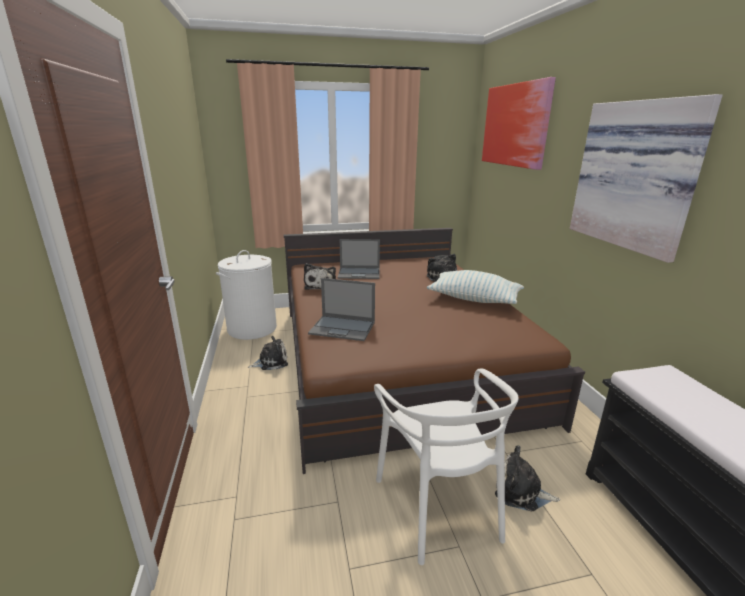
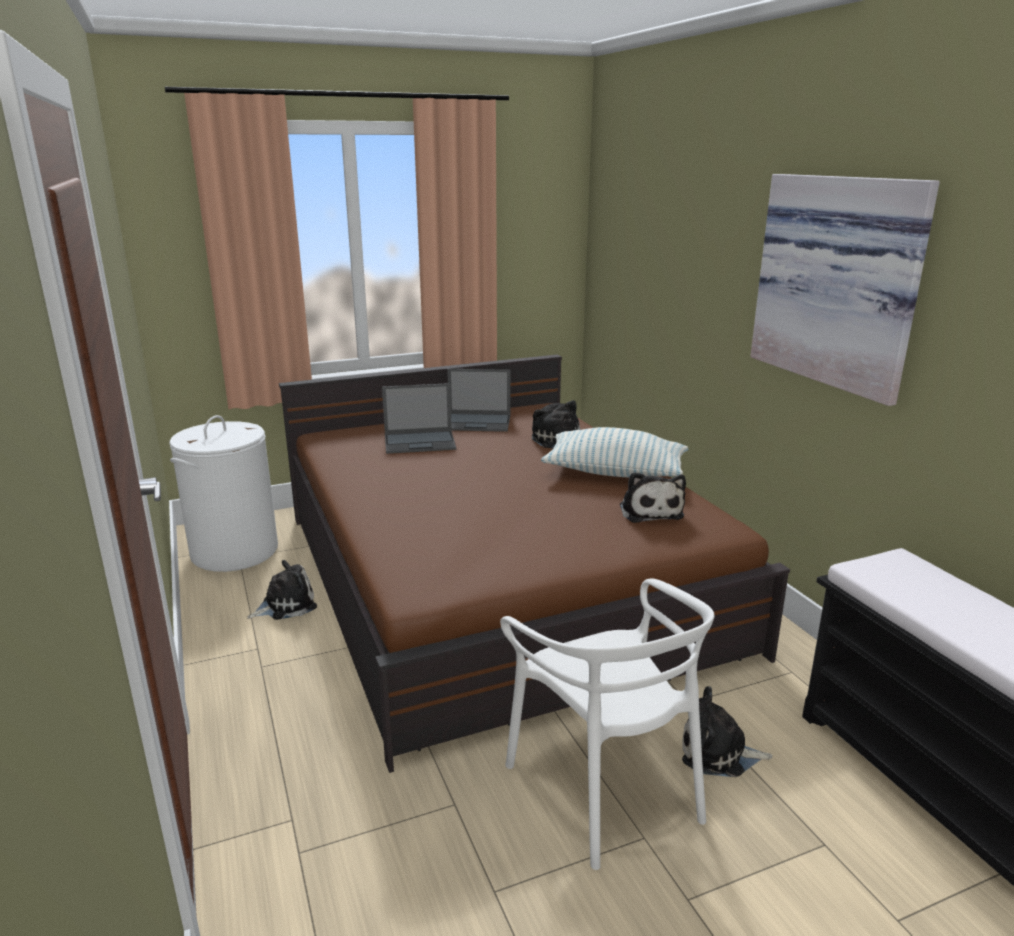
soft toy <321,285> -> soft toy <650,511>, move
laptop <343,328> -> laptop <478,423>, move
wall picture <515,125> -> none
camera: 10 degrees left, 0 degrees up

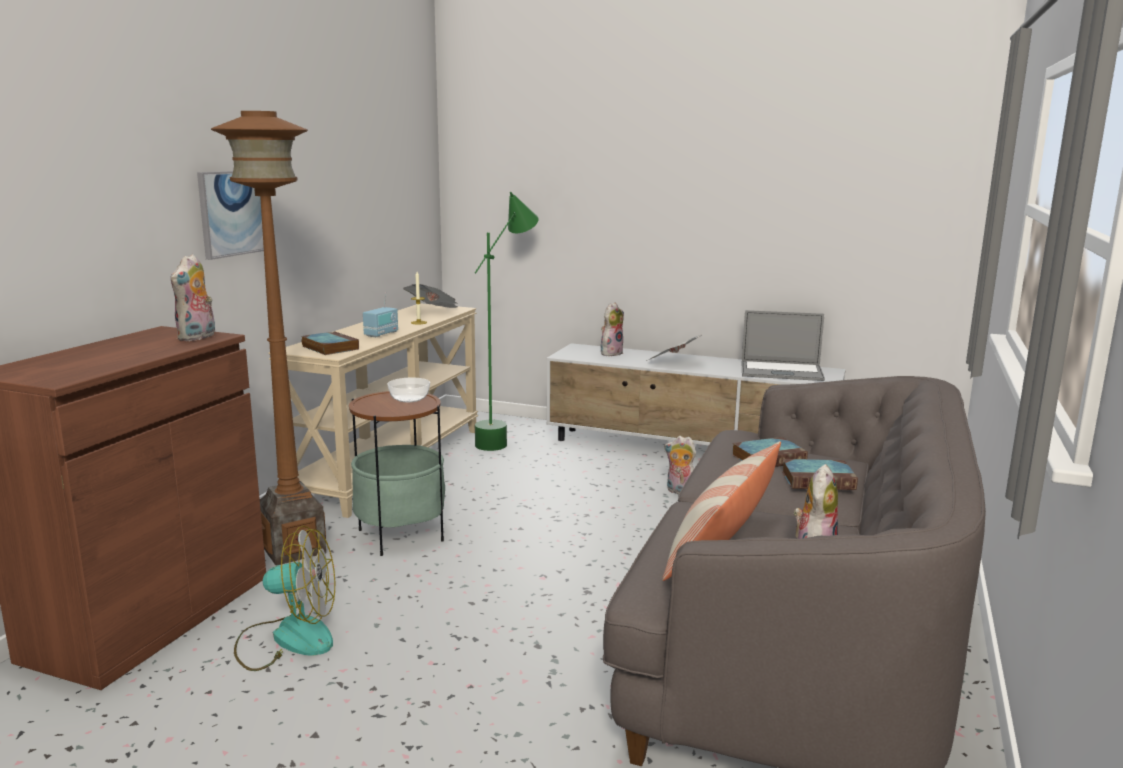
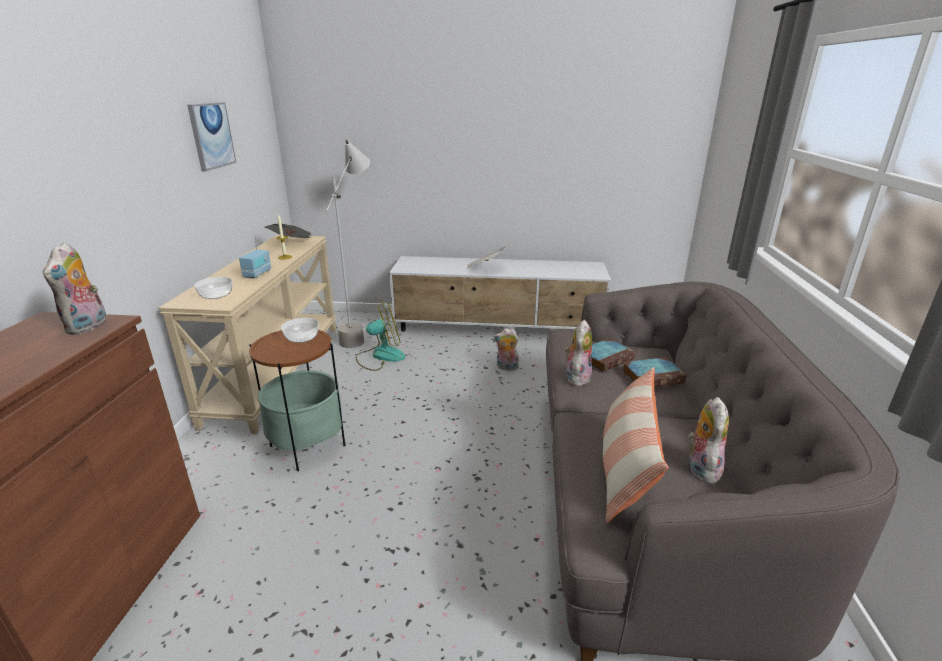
wall picture <231,213> -> wall picture <211,135>, move
brown floor lamp <294,549> -> none
fan <287,638> -> fan <380,356>, move
bound book <329,347> -> serving bowl <215,295>
greenish floor lamp <506,437> -> gray floor lamp <361,333>
soft toy <611,353> -> soft toy <576,377>, move
laptop <781,372> -> none
camera: 15 degrees left, 10 degrees up

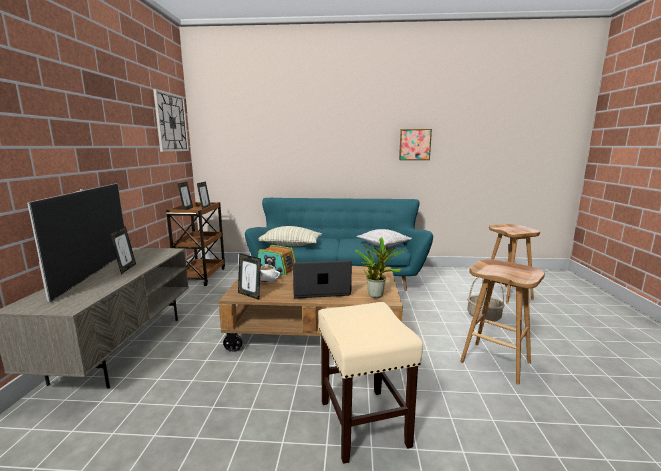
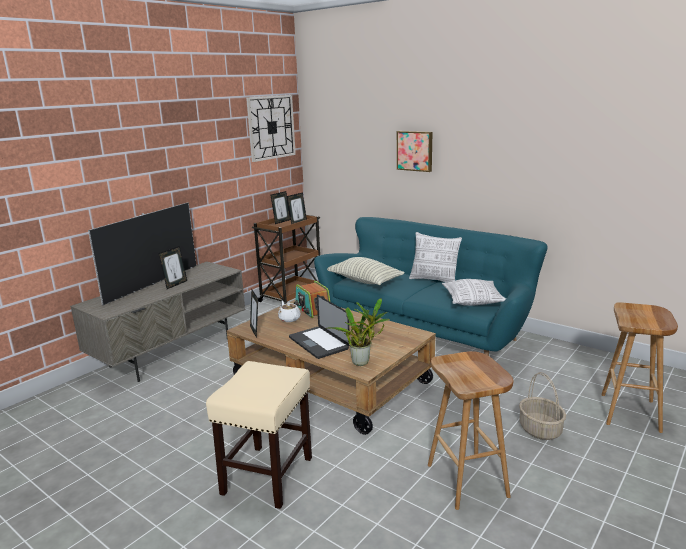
laptop <321,291> -> laptop <318,343>, 150 degrees counterclockwise
wall picture <414,144> -> wall picture <415,150>, move
none -> cushion <434,280>
camera: 35 degrees right, 5 degrees up

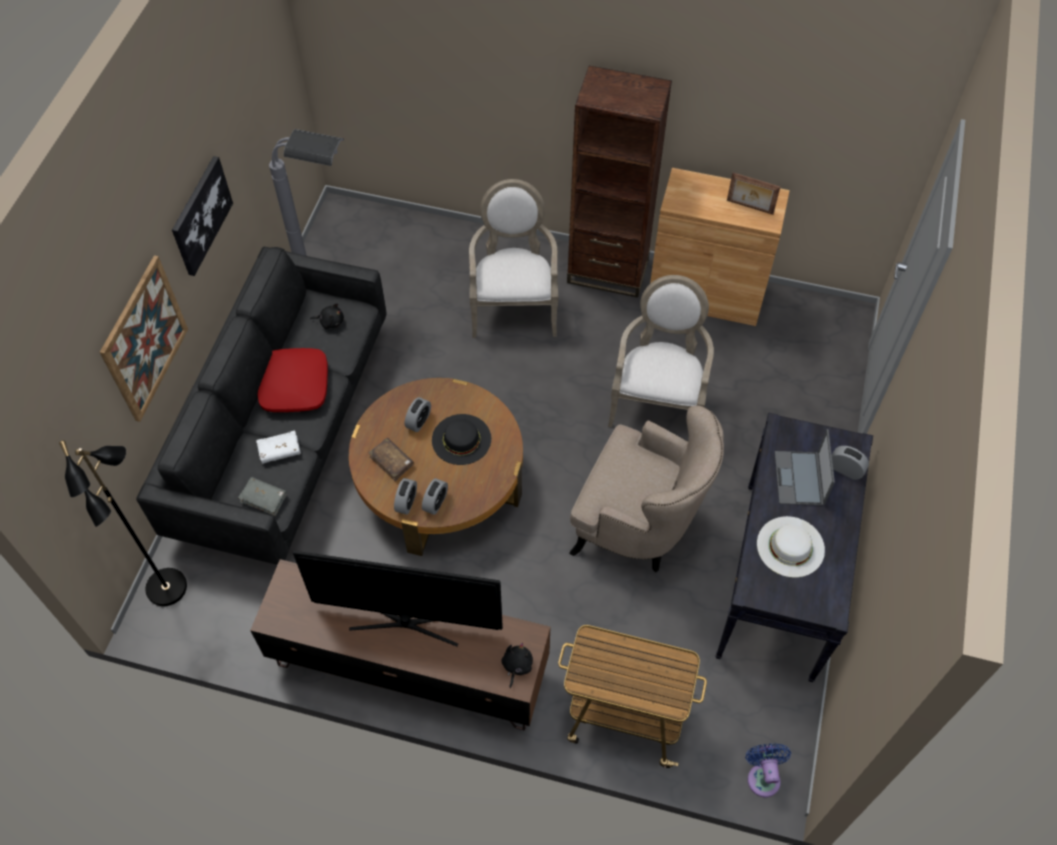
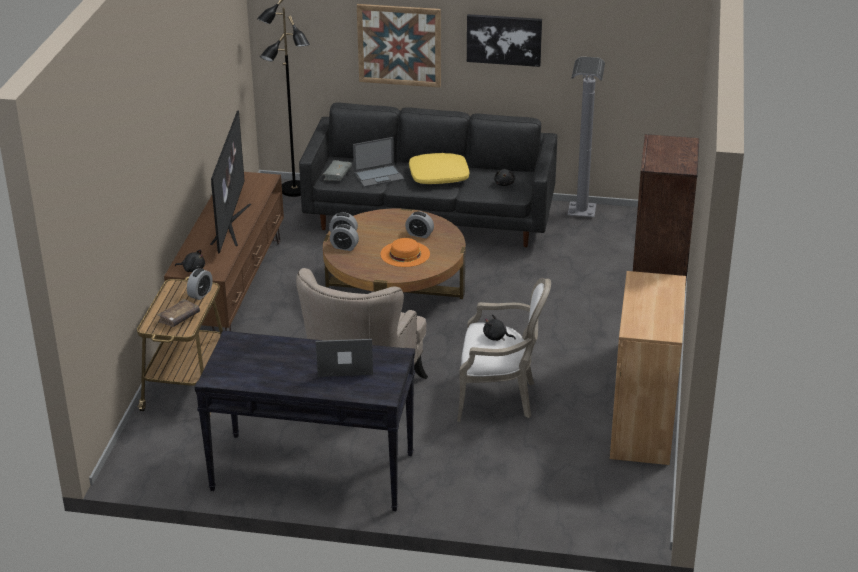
whitish bound book <279,450> -> laptop <379,176>
reddish cushion <294,386> -> yellow cushion <439,175>
brown bound book <392,462> -> brown bound book <179,318>, move
black-coloured clothing hat <461,439> -> orangey clothing hat <405,254>
easy chair <514,306> -> none
standing frame <749,207> -> none
blue fan <763,776> -> none
whitish clothing hat <790,546> -> none
bedside clock <845,469> -> bedside clock <200,294>, move
none -> black-coloured soft toy <496,337>
camera: 85 degrees right, 25 degrees down

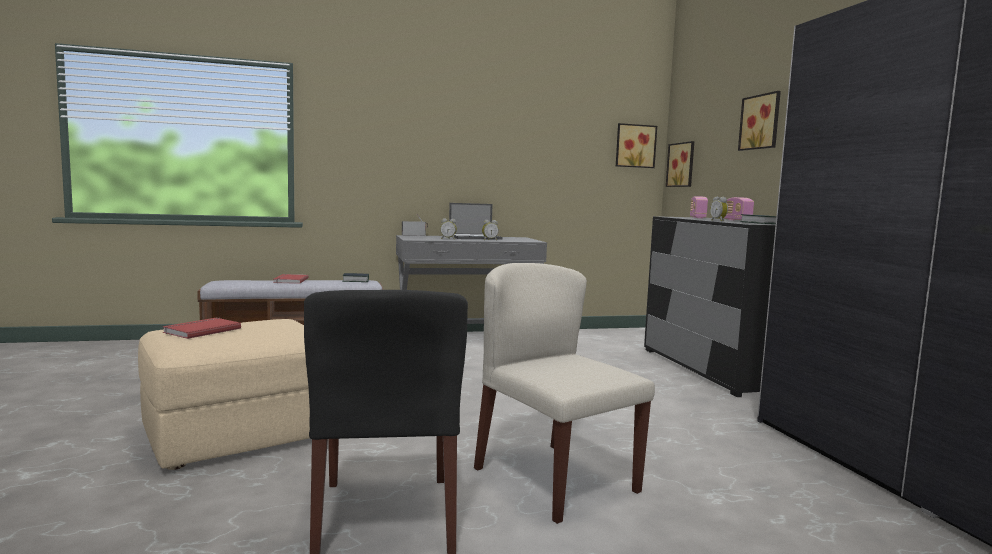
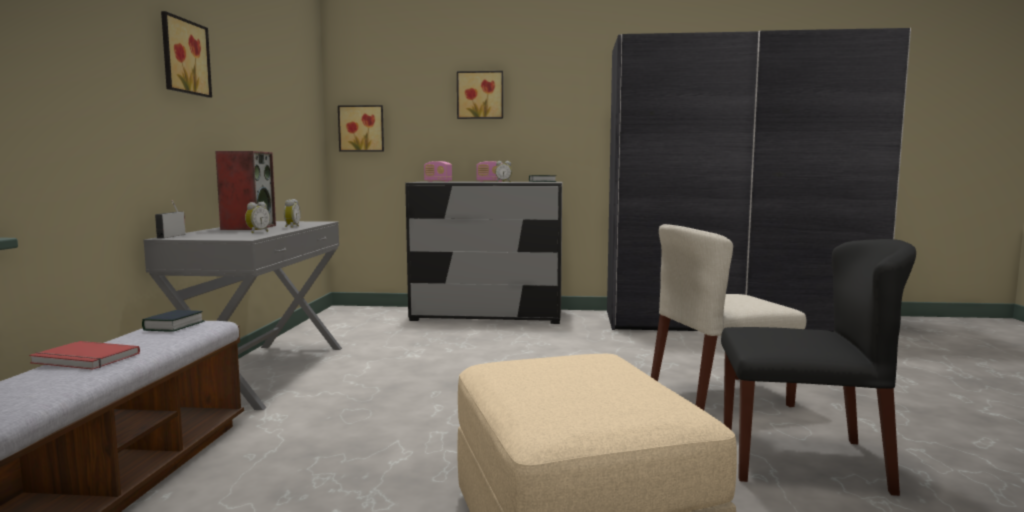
reddish bound book <201,330> -> none
laptop <475,237> -> loudspeaker <248,227>
wall picture <635,146> -> wall picture <183,57>, move
camera: 70 degrees left, 0 degrees up

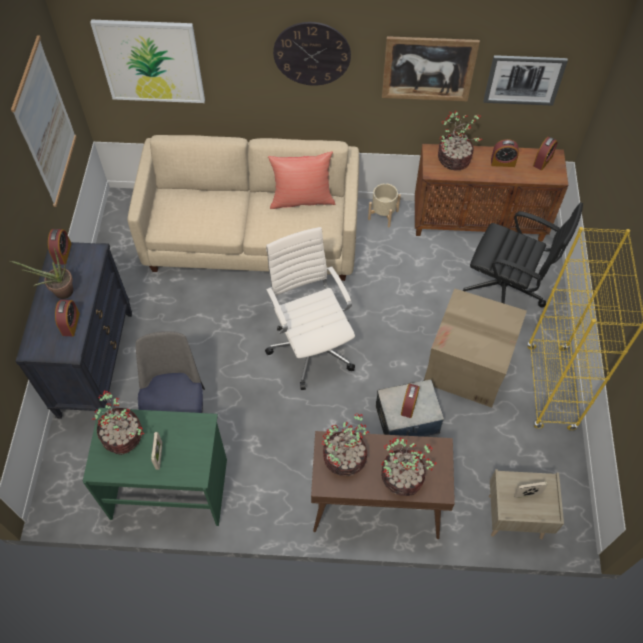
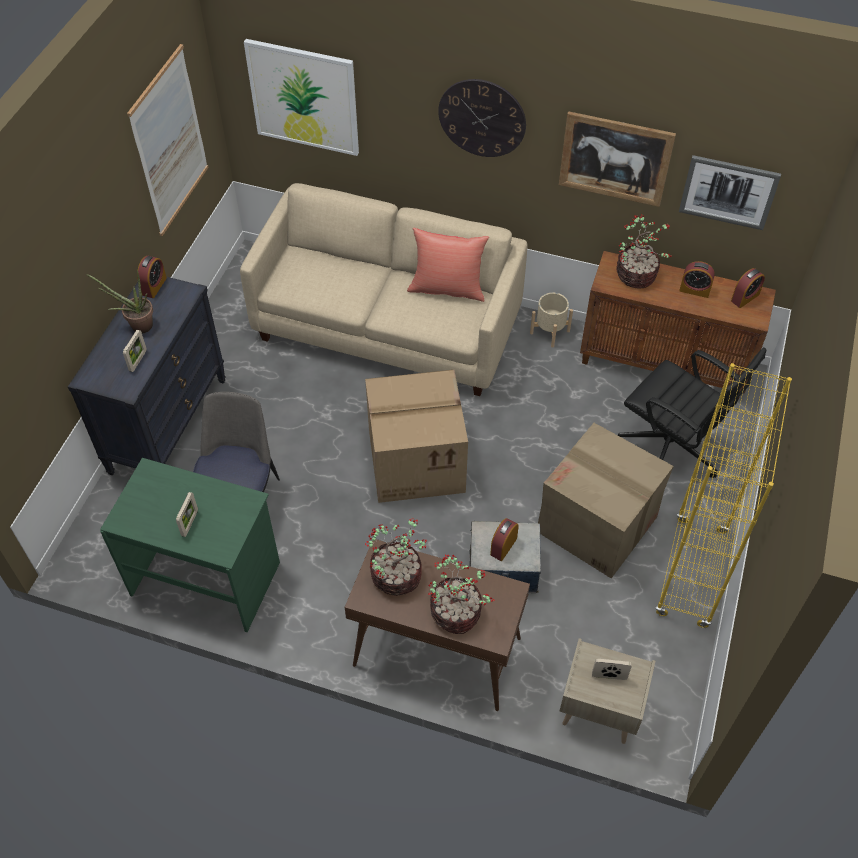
bedside clock <71,324> -> standing frame <138,361>
houseplant <124,436> -> none
whitish computer chair <311,346> -> packing box <417,460>
camera: 15 degrees right, 5 degrees down

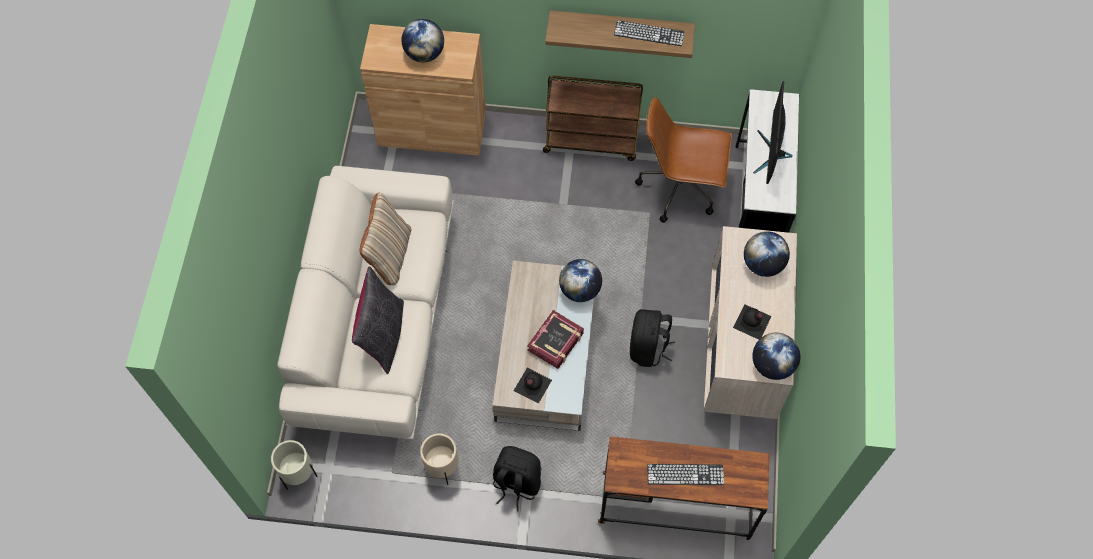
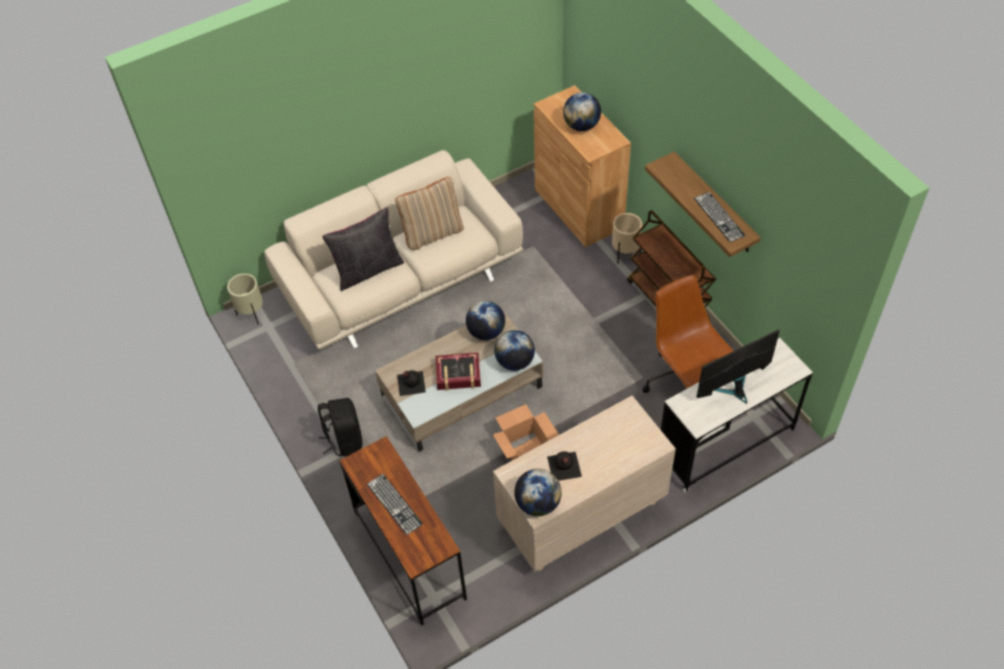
sand-coloured flower pot <443,468> -> sand-coloured flower pot <625,254>, move
black-coloured rucksack <648,348> -> packing box <525,452>
globe <762,264> -> globe <486,332>, move
camera: 55 degrees right, 10 degrees down

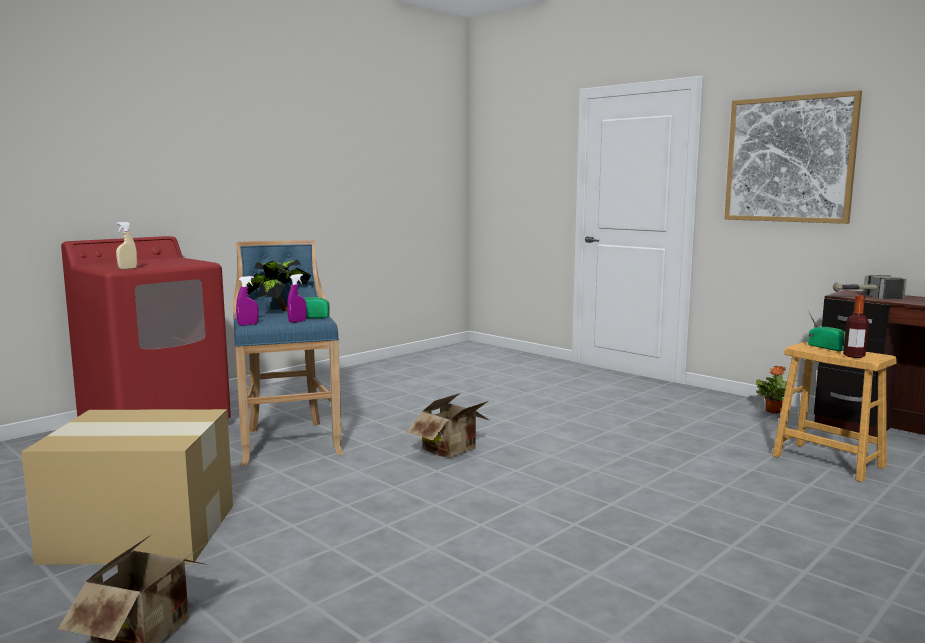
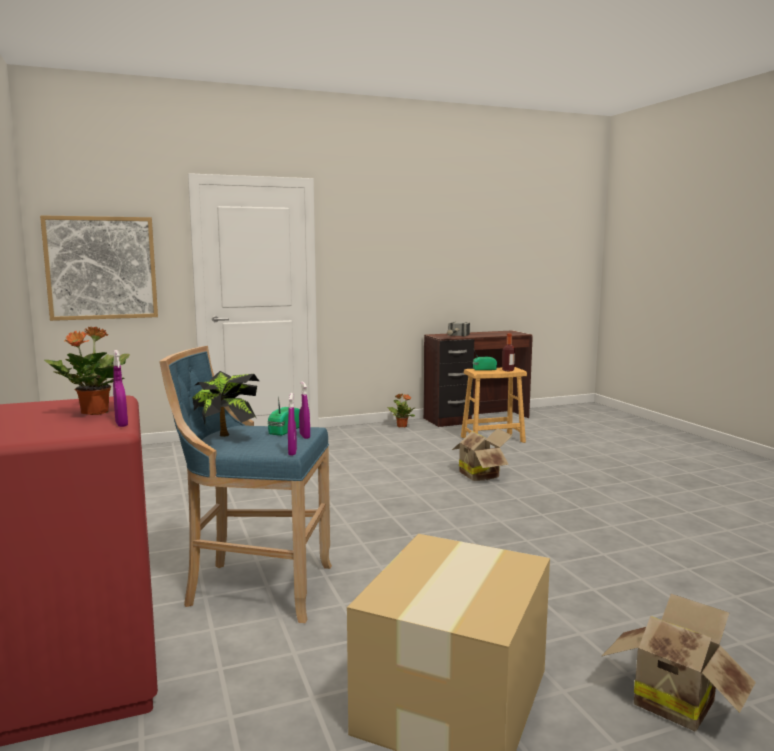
sand-coloured sprayer <127,269> -> purplish sprayer <121,424>
packing box <453,451> -> packing box <481,475>, move
wall picture <789,159> -> wall picture <101,268>, move
none -> houseplant <94,412>
camera: 65 degrees left, 0 degrees up

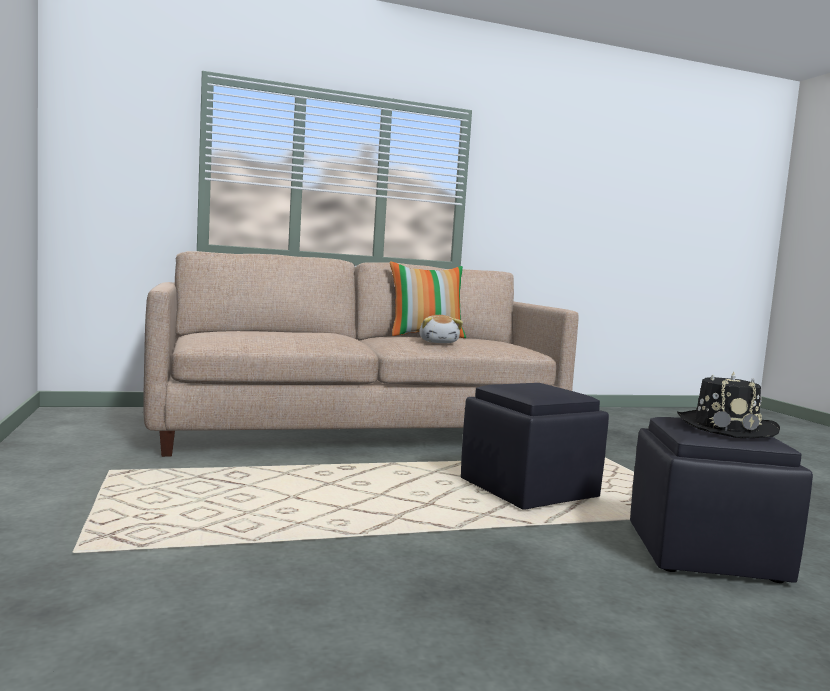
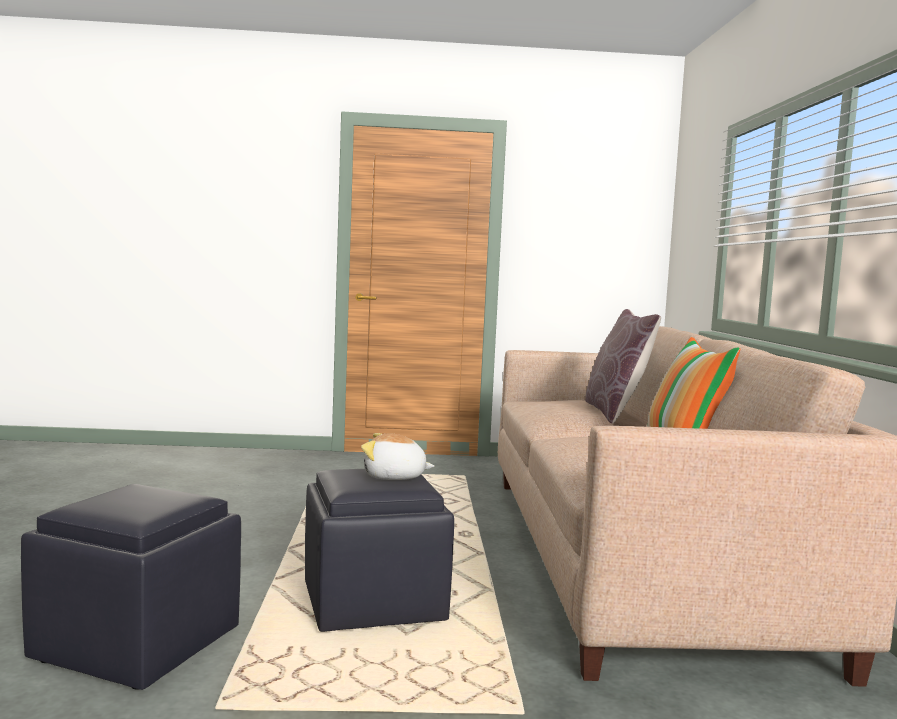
soft toy <439,342> -> soft toy <394,477>, move
black-coloured clothing hat <725,427> -> none
none -> brown cushion <616,413>
camera: 105 degrees right, 0 degrees up

